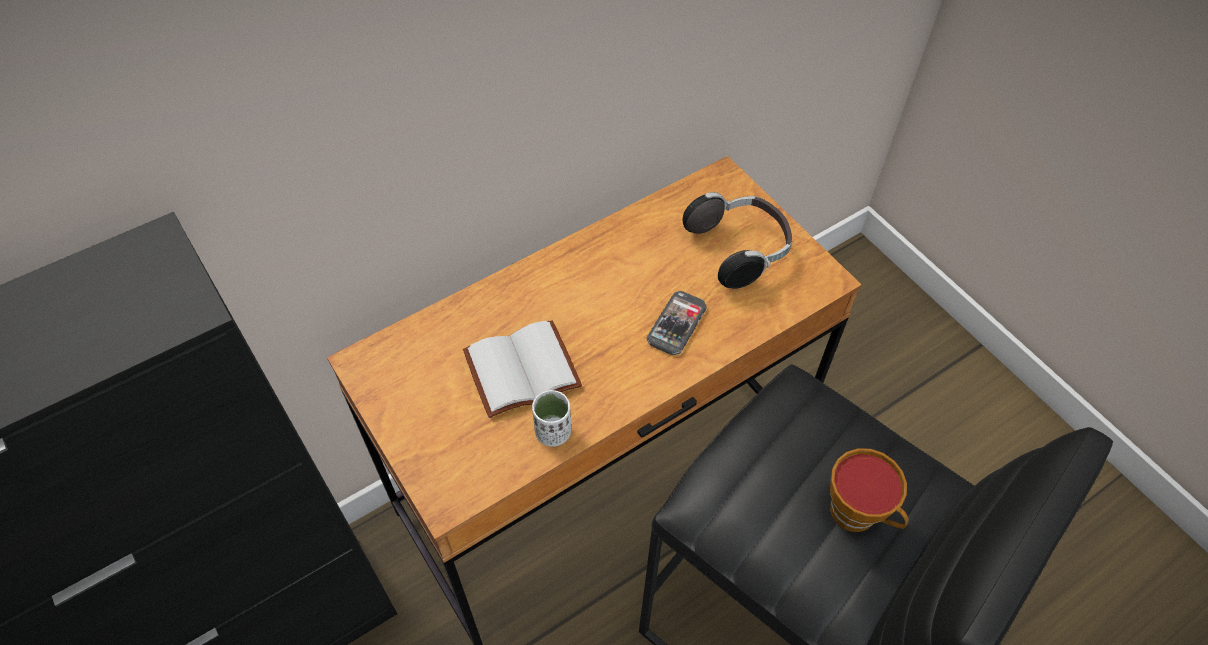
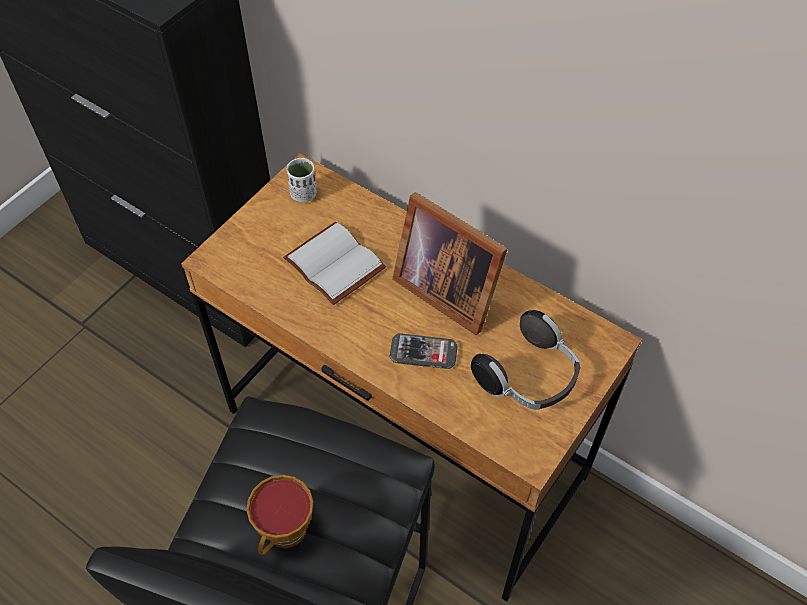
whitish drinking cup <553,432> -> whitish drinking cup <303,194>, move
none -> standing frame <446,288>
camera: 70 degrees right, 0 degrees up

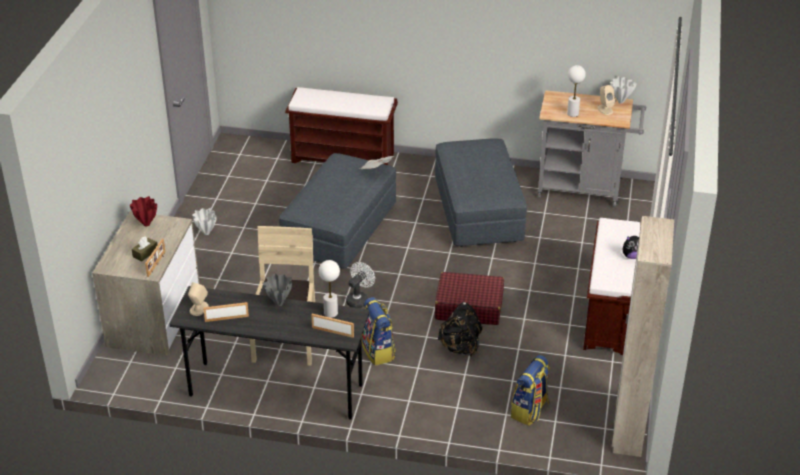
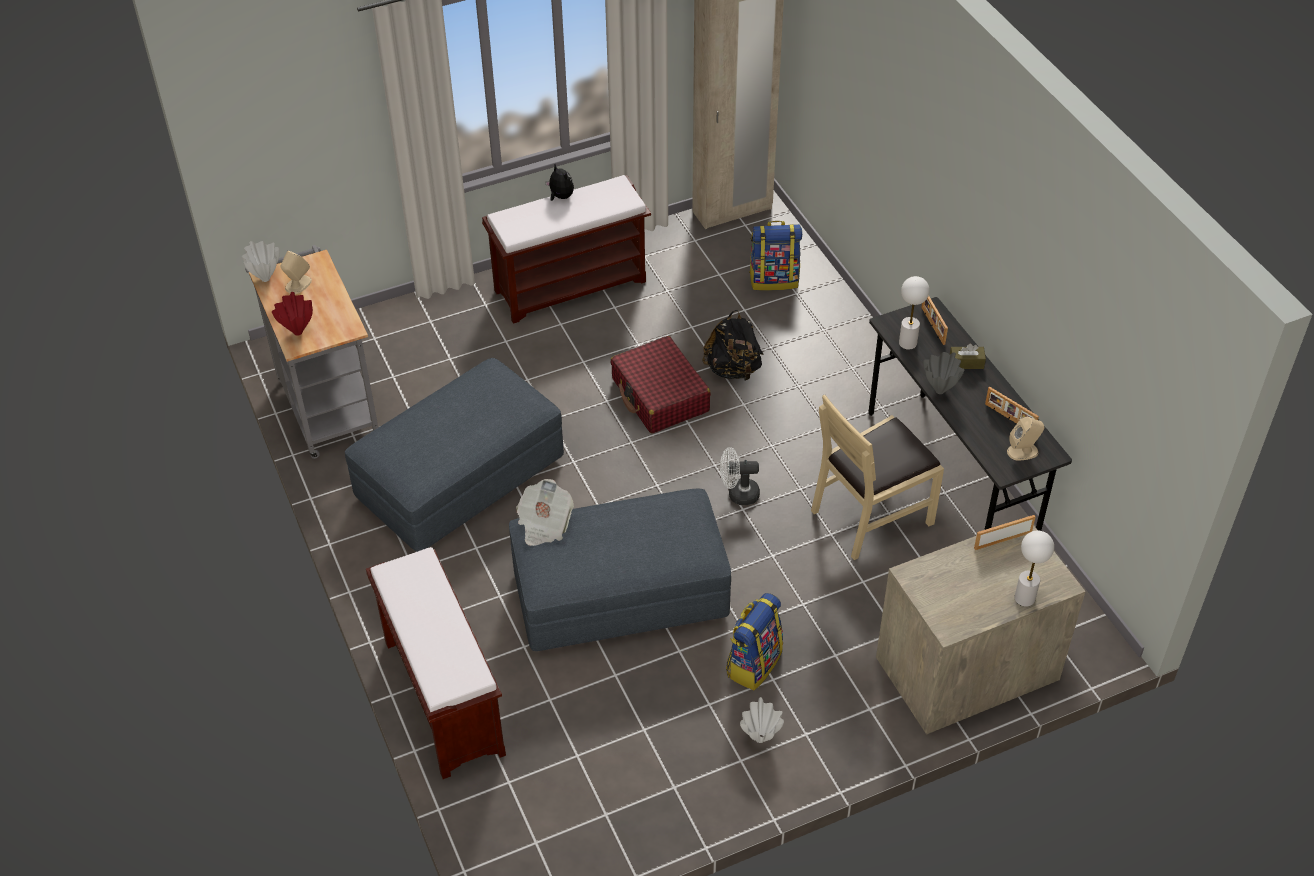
reddish decorative vase <146,224> -> reddish decorative vase <298,333>, move
brown tissue box <145,253> -> brown tissue box <966,362>, move
rucksack <378,351> -> rucksack <753,663>, move
whitish tabletop lamp <572,114> -> whitish tabletop lamp <1025,598>, move
camera: 125 degrees left, 10 degrees up

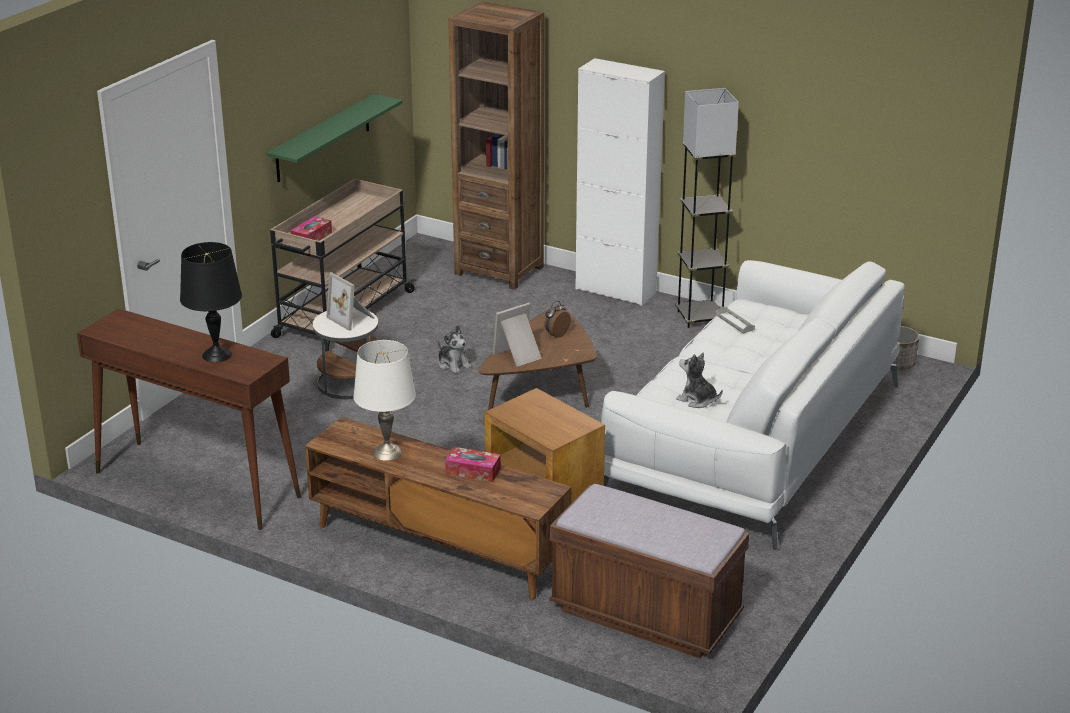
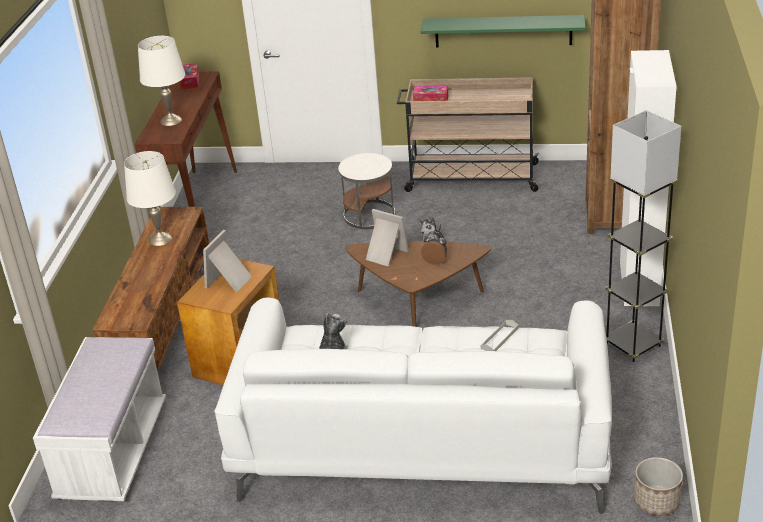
black-coloured tabletop lamp <216,354> -> whitish tabletop lamp <171,120>
standing frame <352,318> -> standing frame <230,281>, move
tissue box <473,471> -> tissue box <190,81>, move
brown indoor bench <645,614> -> whitish indoor bench <113,452>
camera: 70 degrees right, 5 degrees up

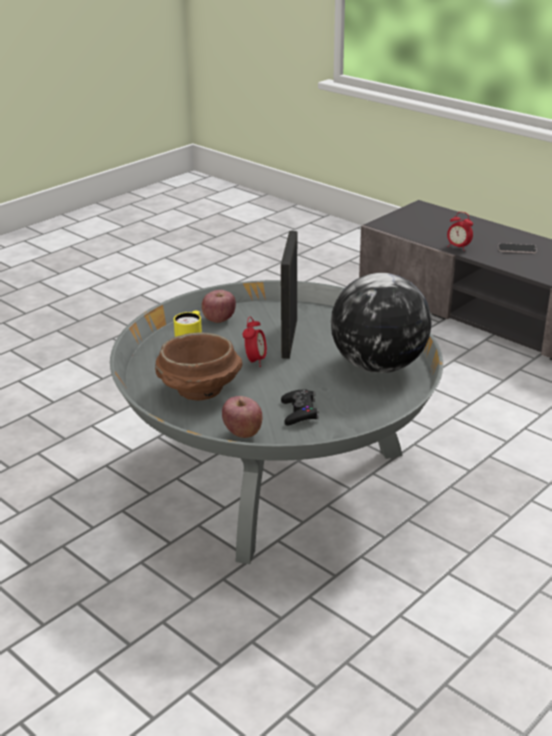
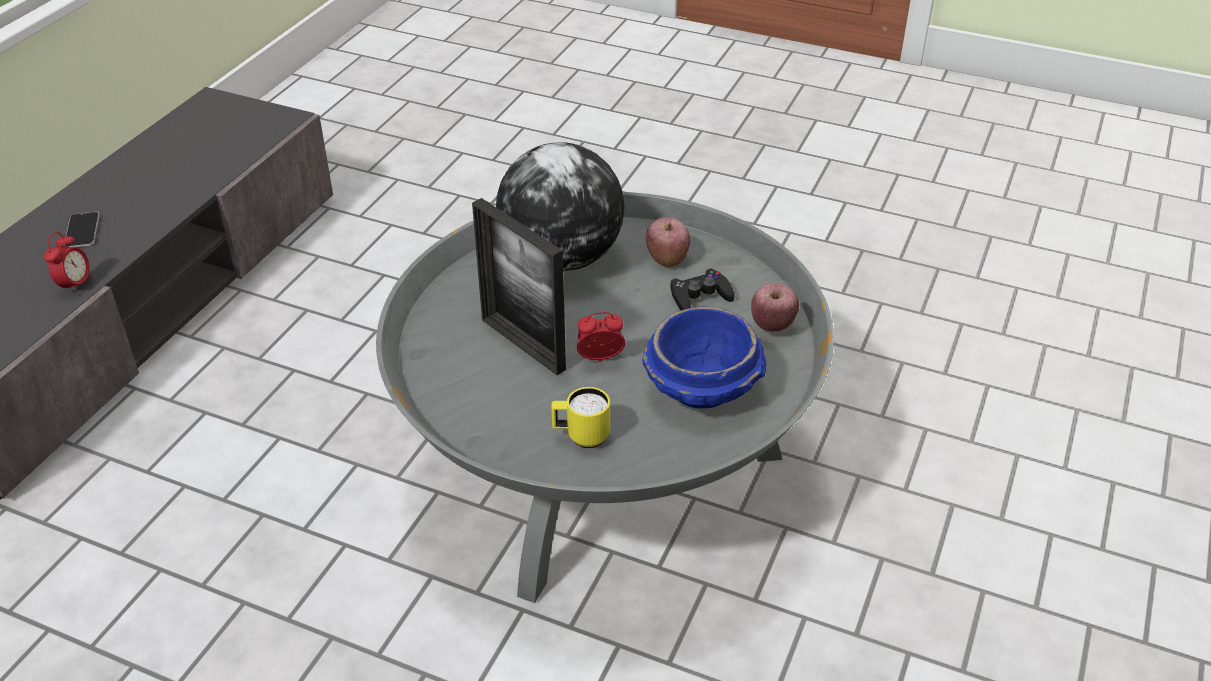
brown serving bowl <199,391> -> blue serving bowl <703,390>
apple fruit <219,319> -> apple fruit <667,259>, move
standing frame <289,338> -> standing frame <523,344>, 60 degrees clockwise
camera: 110 degrees left, 10 degrees up

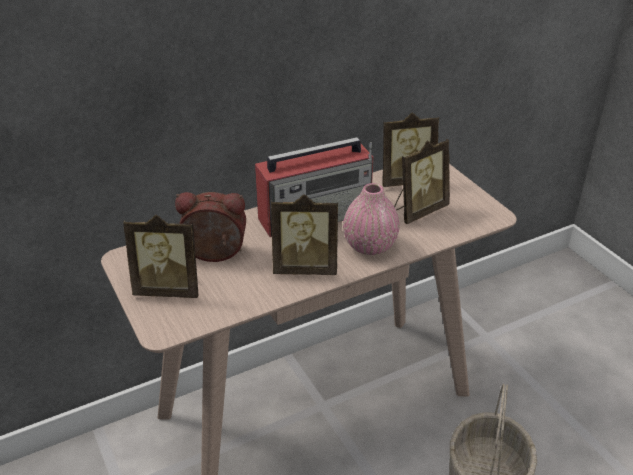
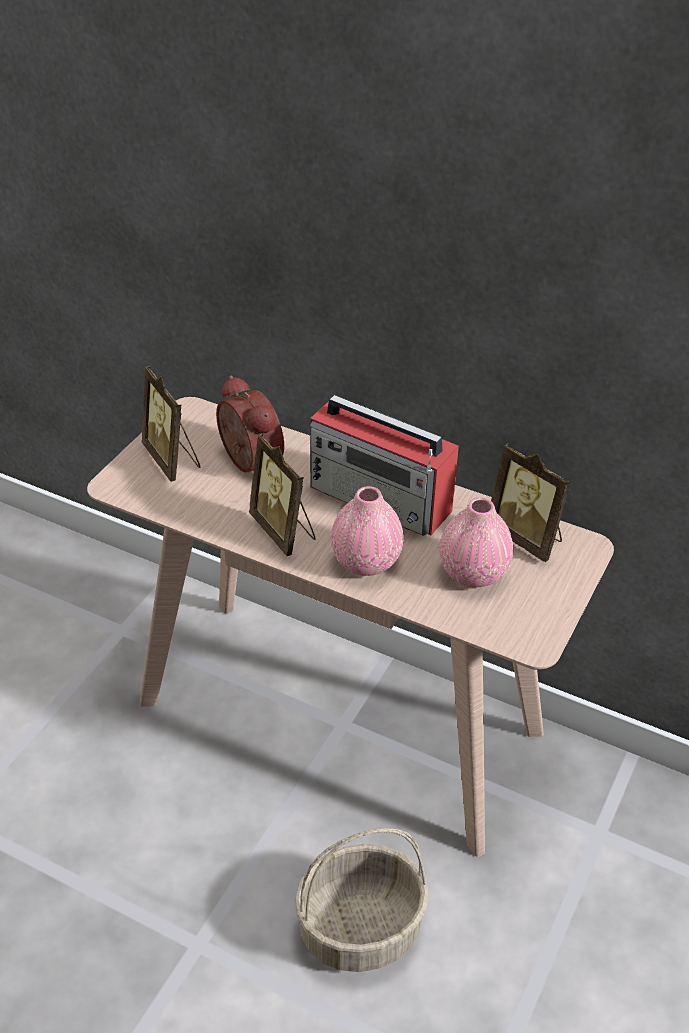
standing frame <418,210> -> pink decorative vase <473,573>
camera: 55 degrees right, 5 degrees up

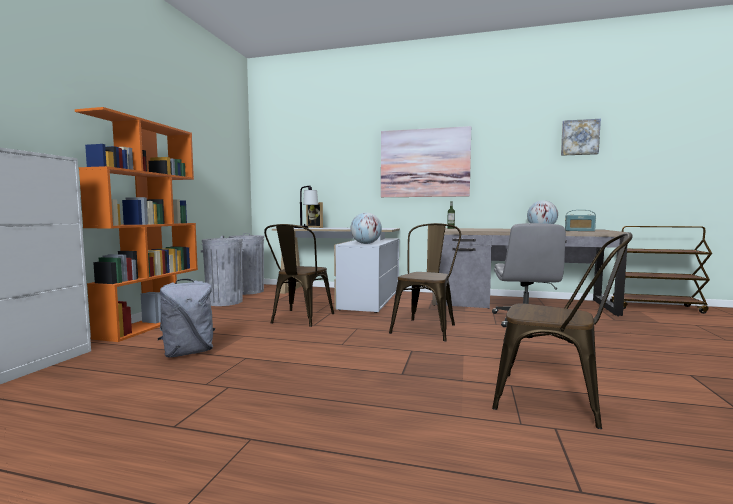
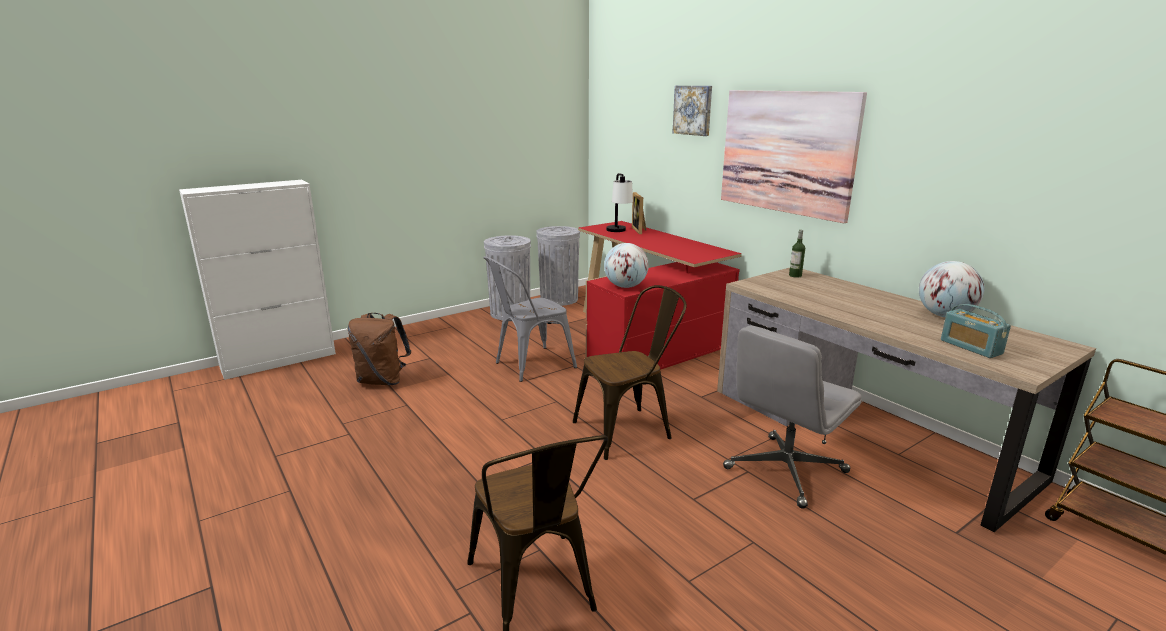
orangey shelving unit <151,324> -> none
gray rucksack <188,352> -> brown rucksack <382,381>
brown plain chair <299,319> -> gray plain chair <529,366>
whitish desk <344,295> -> reddish desk <646,336>
wall picture <579,137> -> wall picture <693,110>, move
camera: 40 degrees right, 15 degrees up

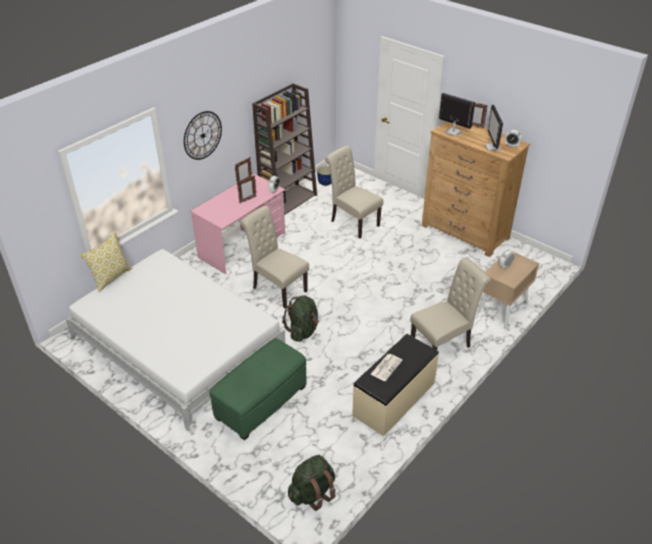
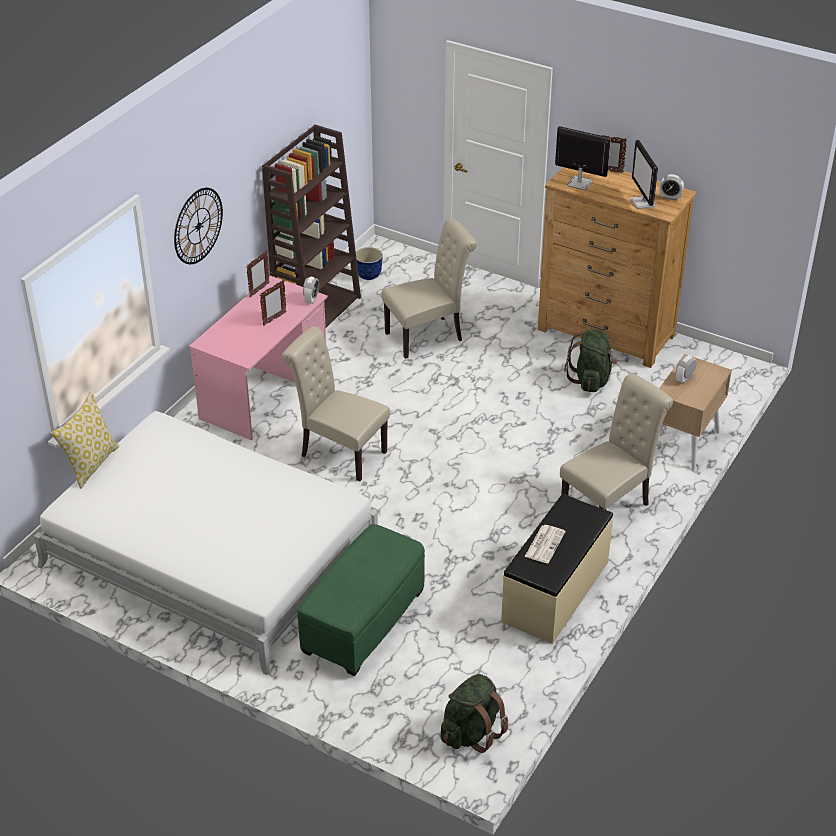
greenish rucksack <303,331> -> greenish rucksack <591,380>, move
sand-coloured plain chair <352,222> -> sand-coloured plain chair <428,336>, 120 degrees clockwise
camera: 10 degrees left, 0 degrees up

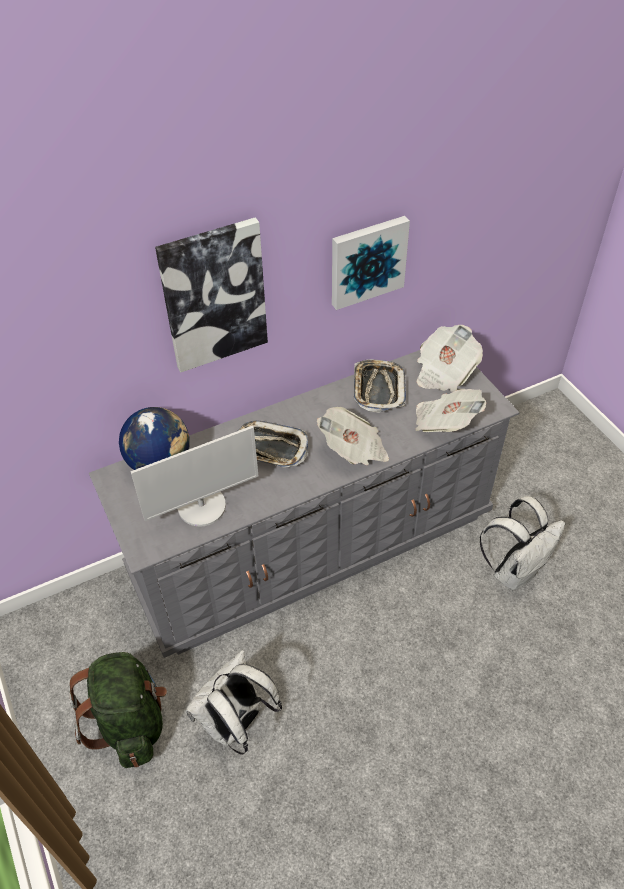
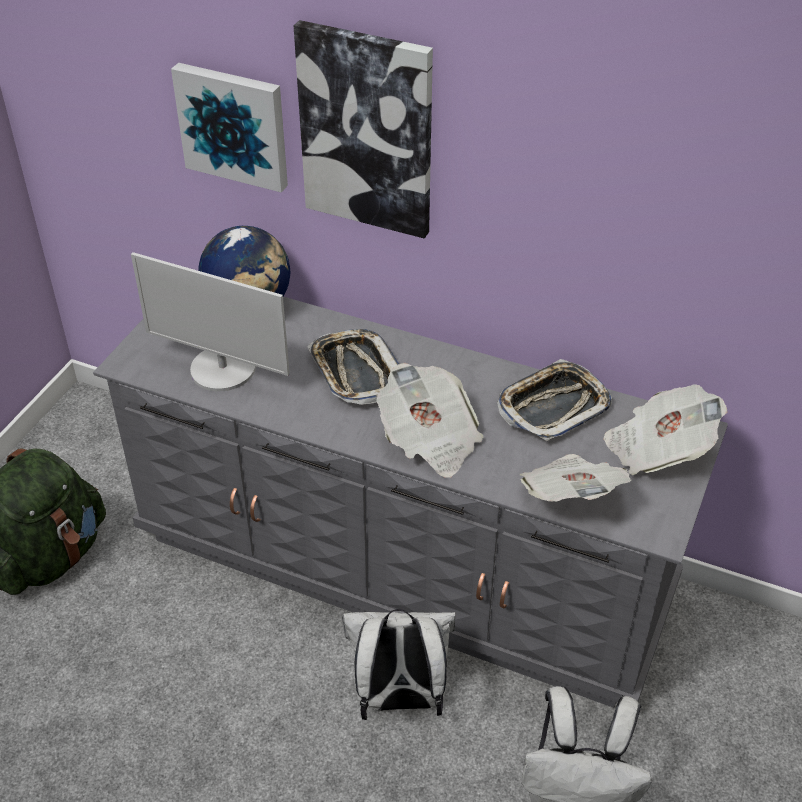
whitish rucksack <236,724> -> whitish rucksack <400,699>, move
wall picture <367,261> -> wall picture <234,125>, move
camera: 50 degrees right, 5 degrees down

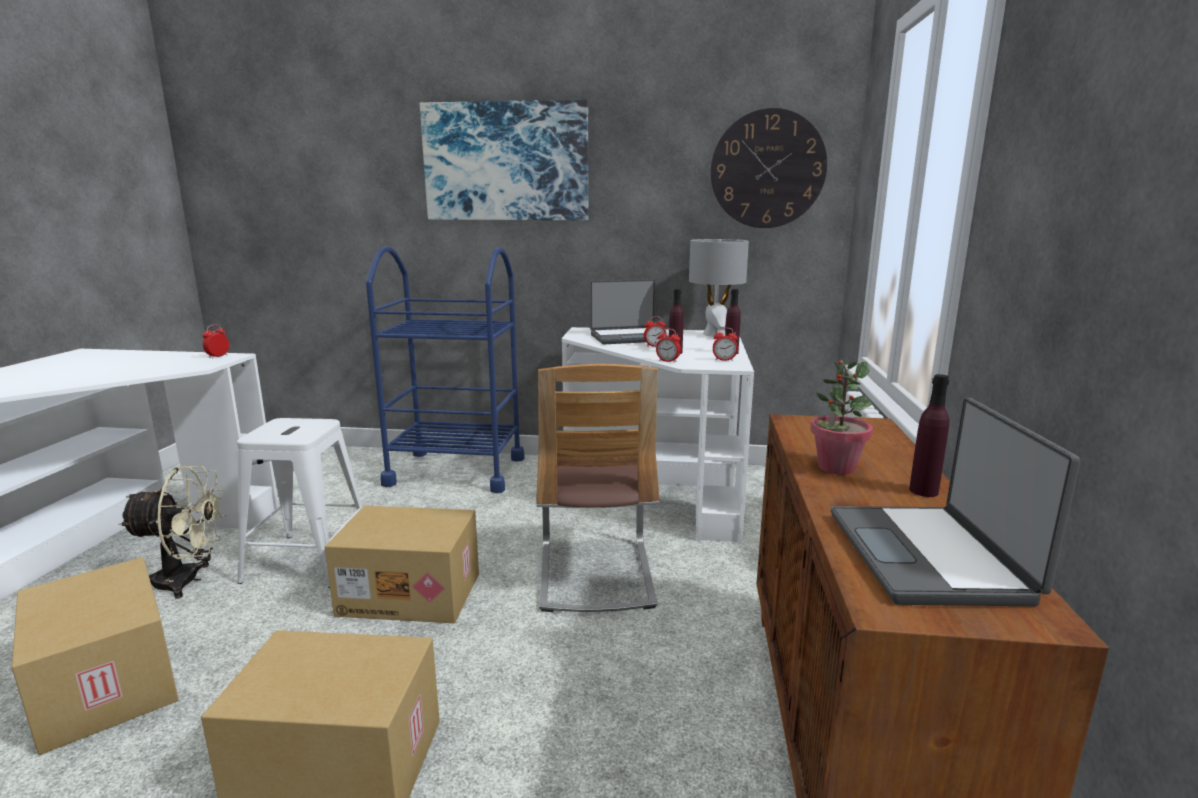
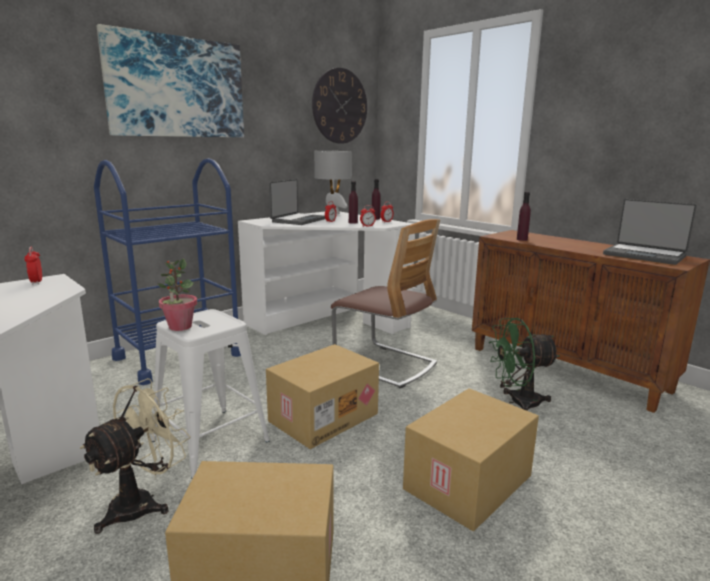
houseplant <836,467> -> houseplant <180,327>, move
purplish bottle <923,491> -> purplish bottle <522,239>, move
none -> greenish fan <517,402>
camera: 50 degrees left, 0 degrees up

